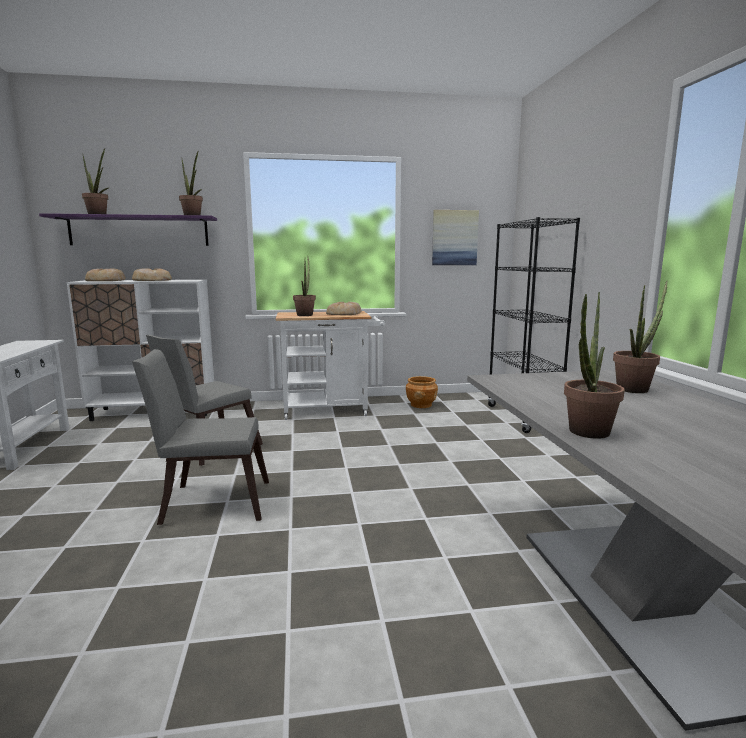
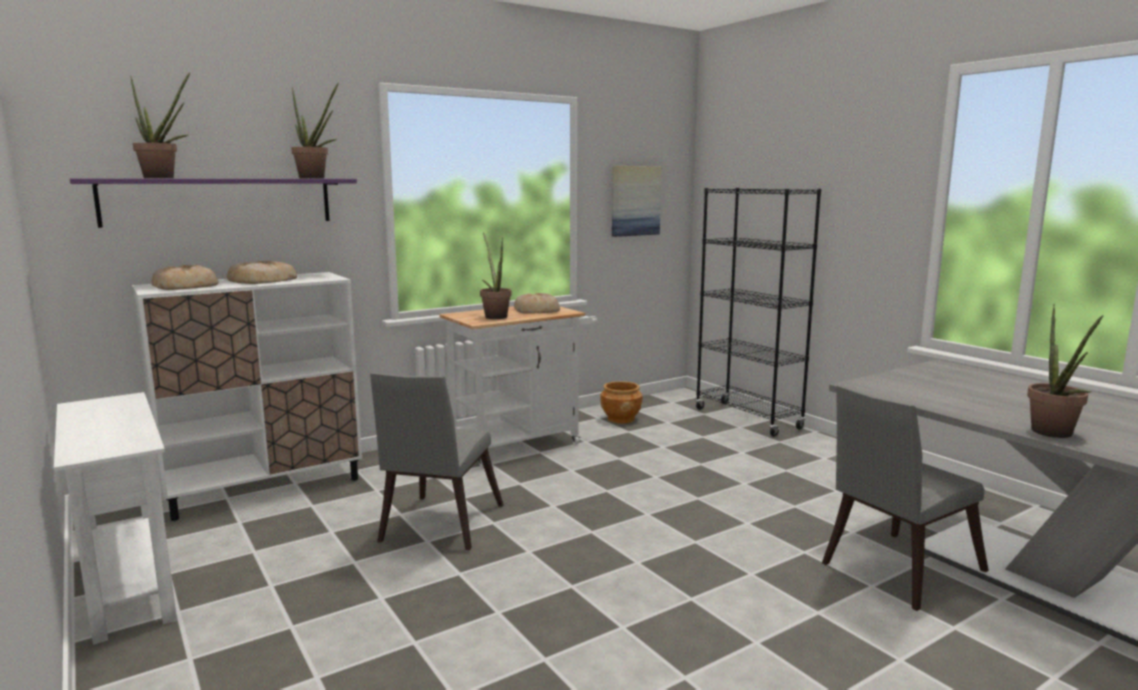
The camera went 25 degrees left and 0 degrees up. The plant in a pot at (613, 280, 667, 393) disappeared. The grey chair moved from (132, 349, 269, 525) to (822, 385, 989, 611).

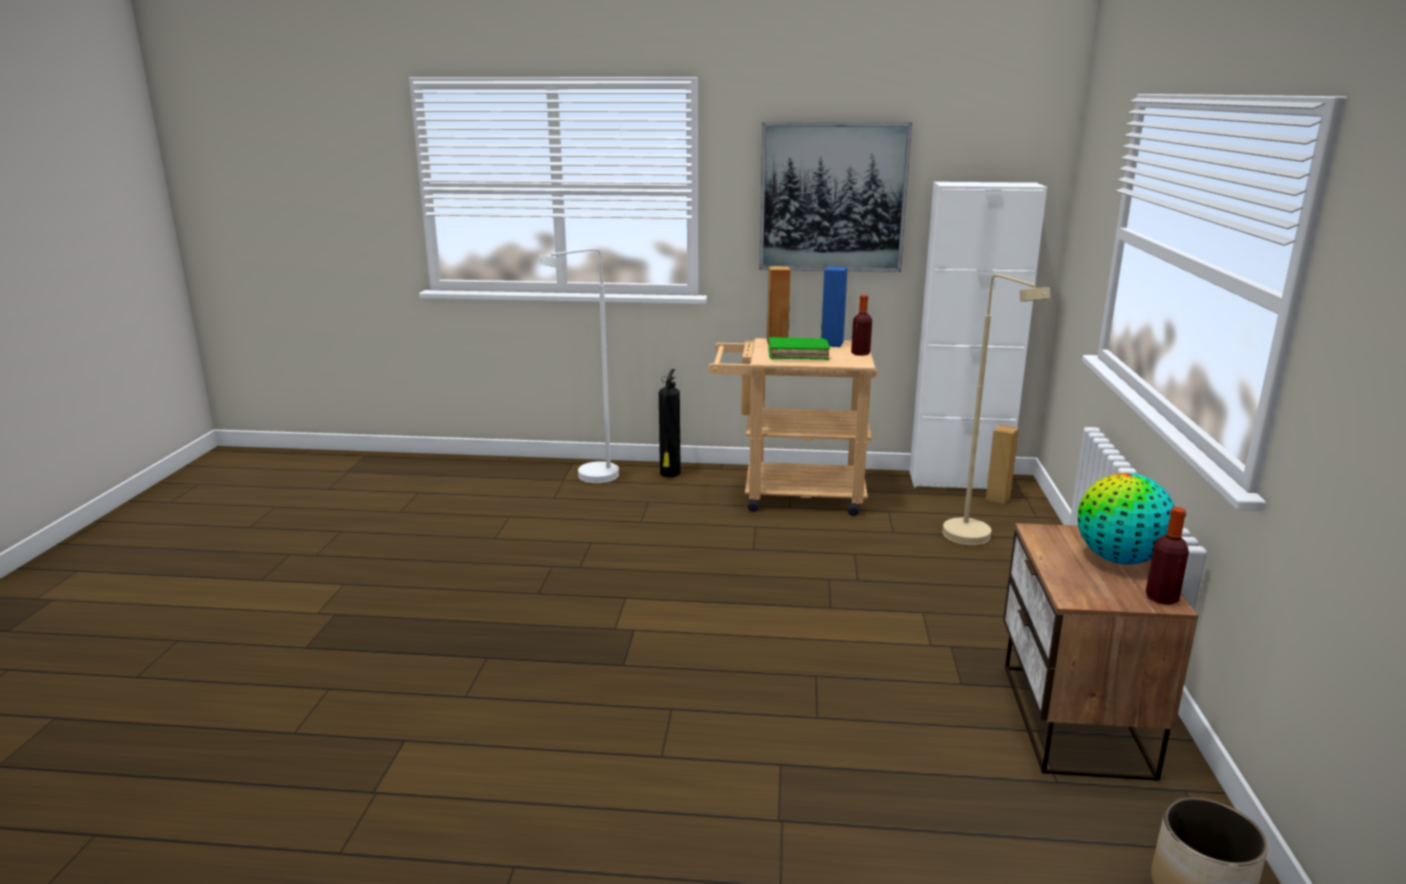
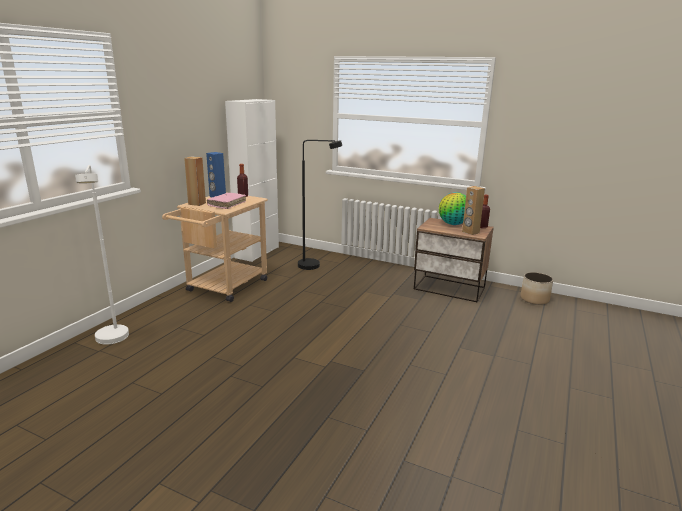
The camera went 70 degrees left and 0 degrees up. The fire extinguisher at (659, 369, 681, 477) disappeared. The wall picture at (759, 122, 912, 272) disappeared. The brown-coloured audio speaker moved from (986, 425, 1019, 504) to (462, 186, 485, 235). The greenish book at (768, 337, 830, 360) became the pinkish book at (207, 193, 246, 209). The sand-coloured standard lamp at (943, 274, 1050, 545) became the blackish standard lamp at (298, 140, 342, 270).

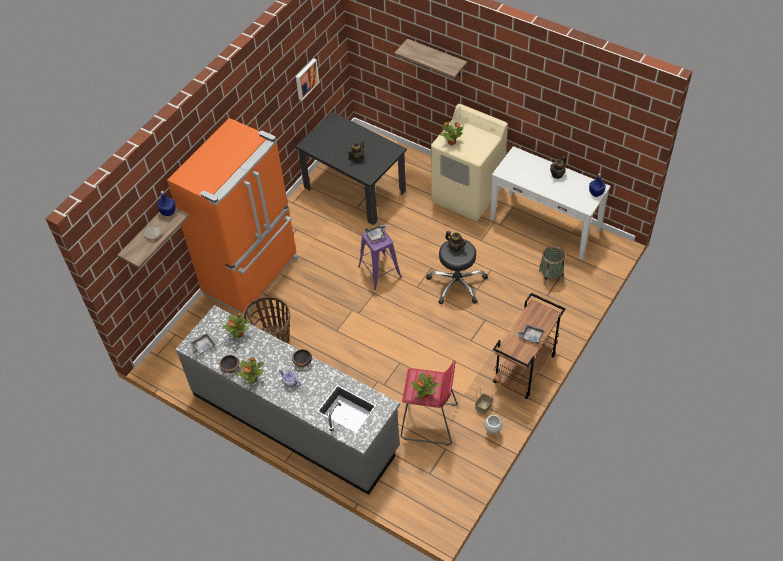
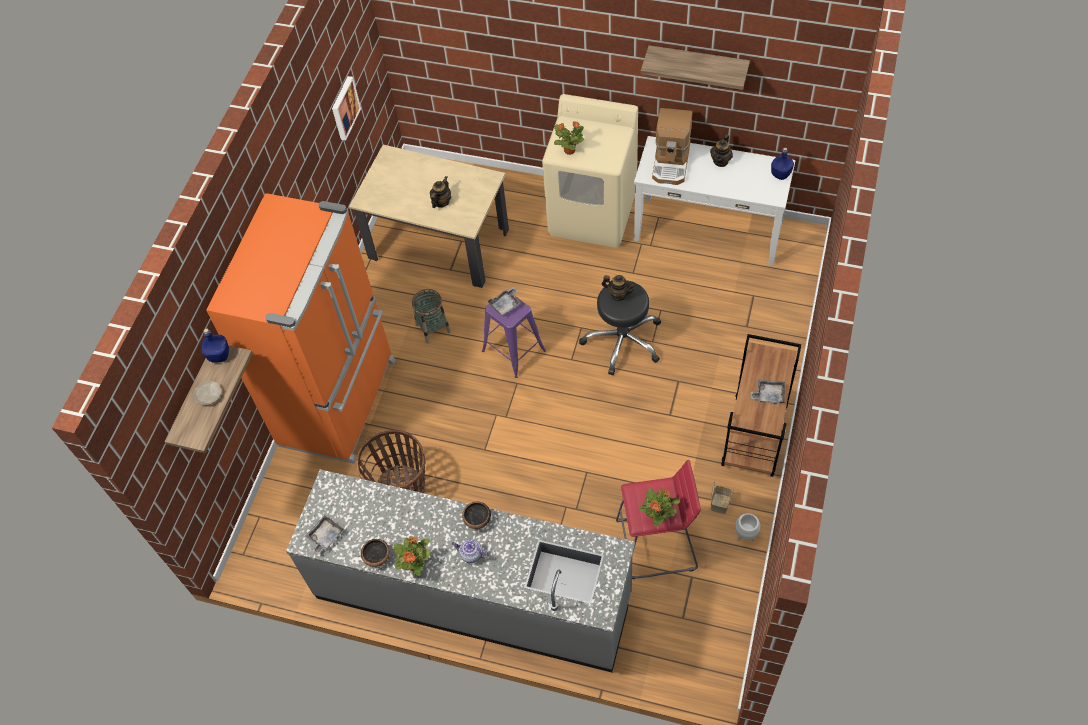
The camera went 15 degrees left and 5 degrees up. The plant in a pot at (222, 313, 250, 338) disappeared. The coffee brewer at (652, 108, 692, 185) appeared. The bracket shelf moved from (394, 39, 467, 79) to (641, 45, 750, 90). The household basket moved from (539, 246, 565, 285) to (412, 289, 451, 343). The blackish dining table at (295, 112, 407, 225) became the sand-coloured dining table at (349, 145, 509, 288).

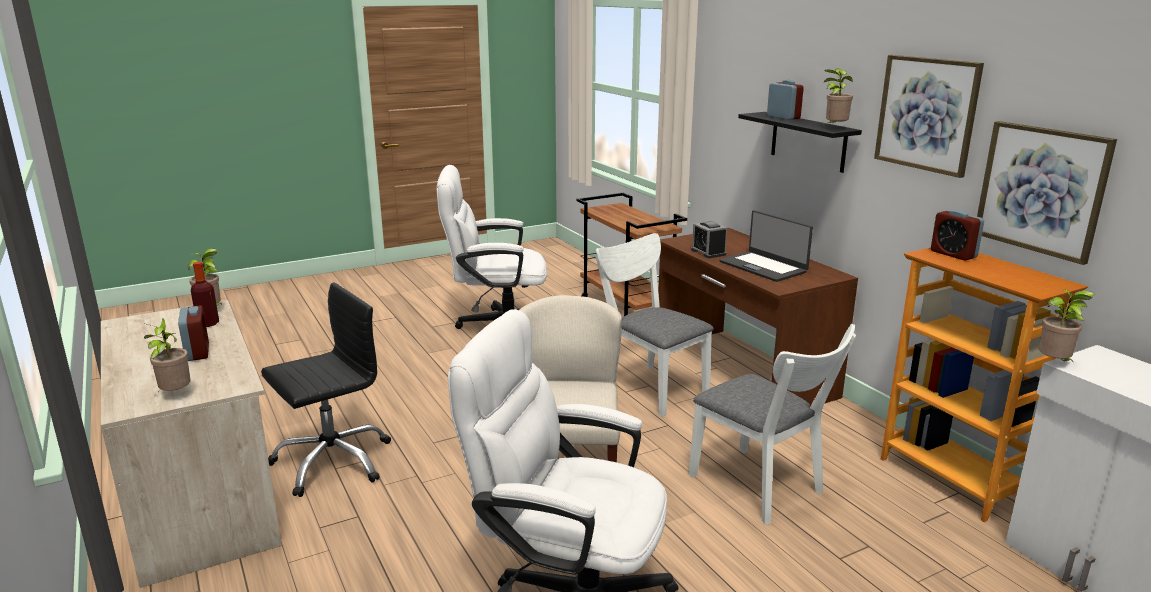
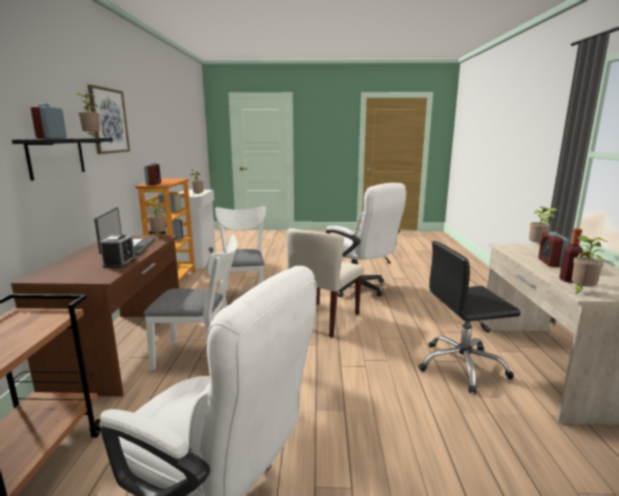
The camera went 150 degrees left and 5 degrees down. The wall picture at (977, 121, 1117, 265) disappeared. The plant in a pot at (148, 200, 165, 239) appeared. The white-coloured chair at (595, 233, 714, 417) turned 75 degrees counterclockwise.

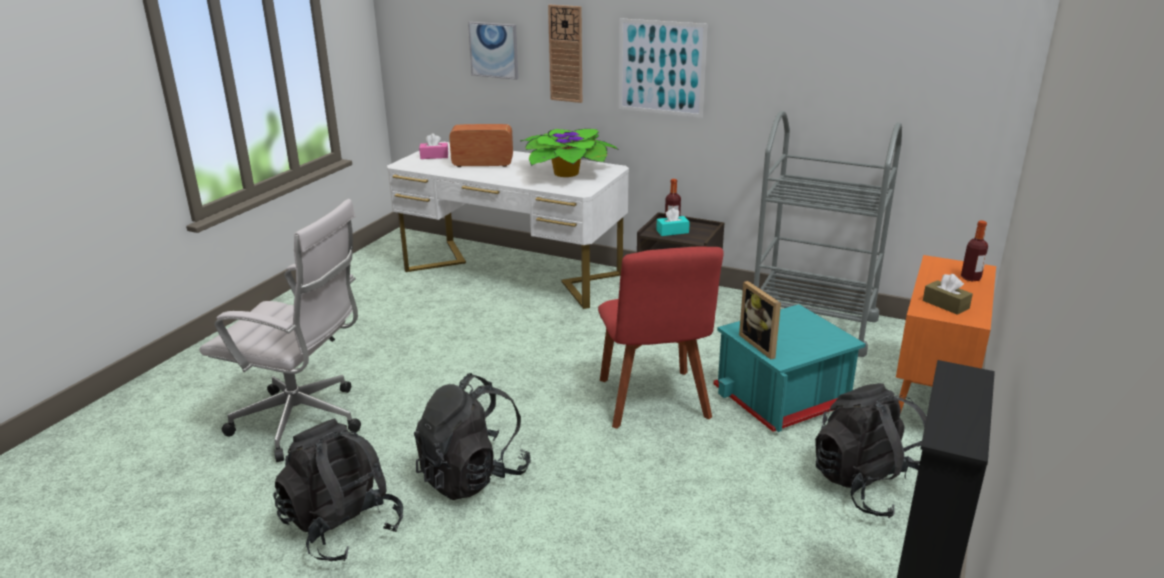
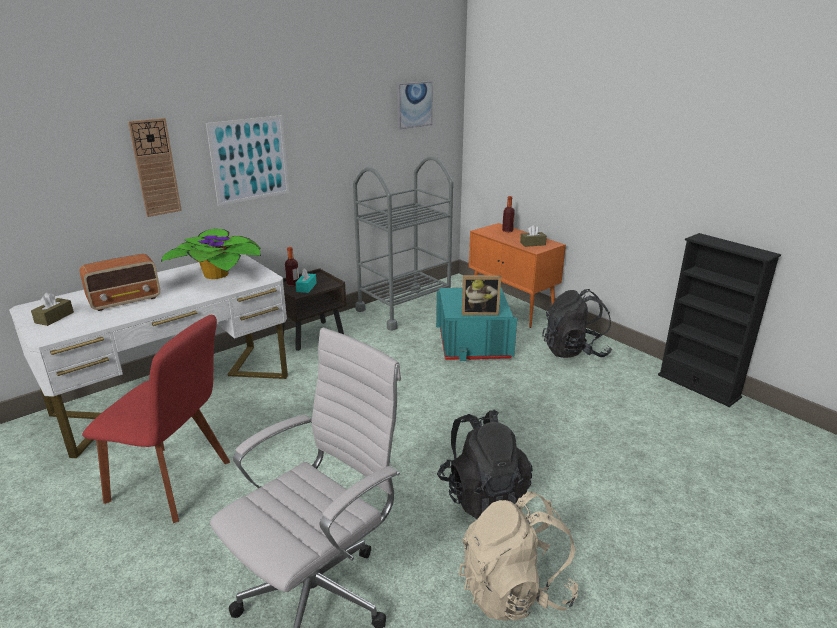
The camera went 65 degrees left and 0 degrees up. The wall picture moved from (468, 22, 518, 80) to (397, 81, 433, 129). The reddish chair moved from (598, 247, 724, 429) to (82, 315, 230, 523). The blackish knapsack at (273, 418, 403, 561) became the sand-coloured knapsack at (459, 491, 578, 621). The pinkish tissue box at (419, 133, 448, 159) became the brown-coloured tissue box at (31, 292, 74, 326). The radio receiver at (449, 124, 513, 167) turned 150 degrees counterclockwise.

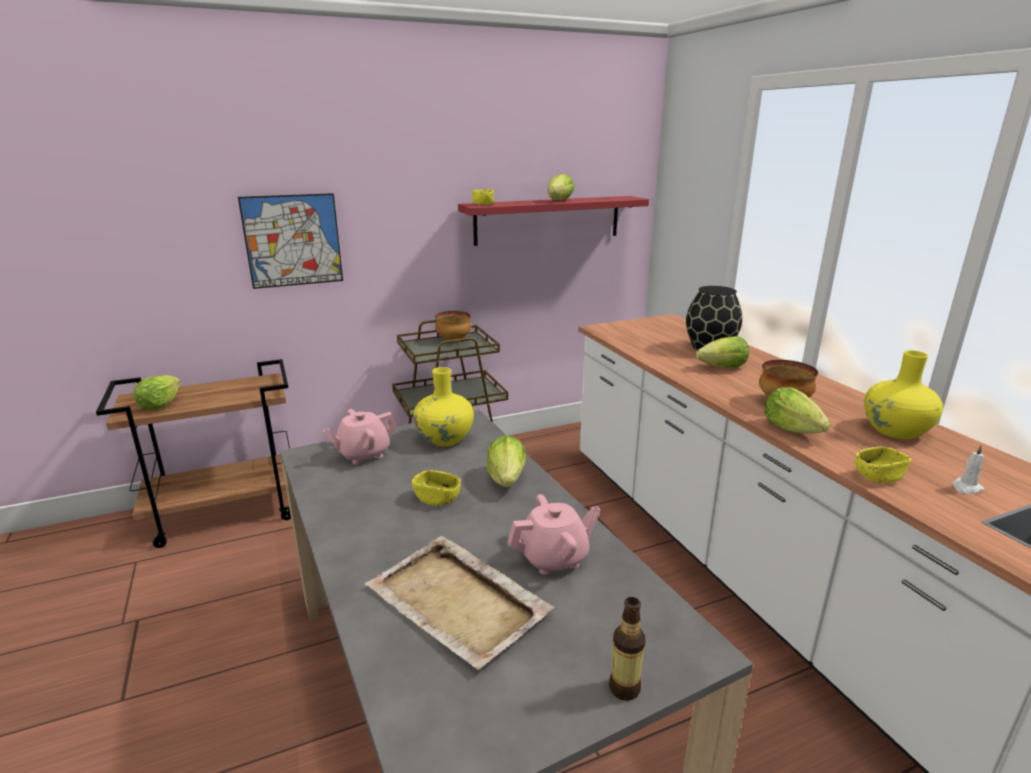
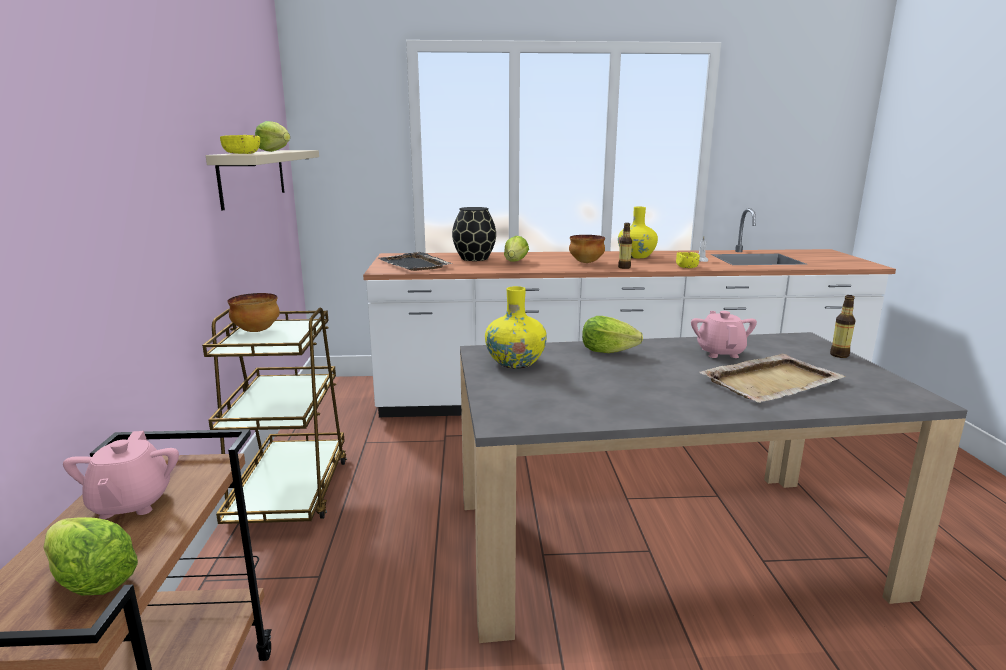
The camera went 70 degrees left and 5 degrees down. The wall picture at (238, 193, 343, 289) disappeared. The yellow-coloured bowl at (412, 470, 461, 506) disappeared. The blackish carrying tray at (379, 252, 453, 271) appeared. The pinkish teapot moved from (323, 409, 397, 464) to (63, 431, 179, 519). The head of lettuce at (764, 387, 830, 433) was replaced by the drink bottle at (618, 223, 632, 269). The reddish bracket shelf at (458, 196, 649, 246) became the sand-coloured bracket shelf at (206, 150, 319, 211).

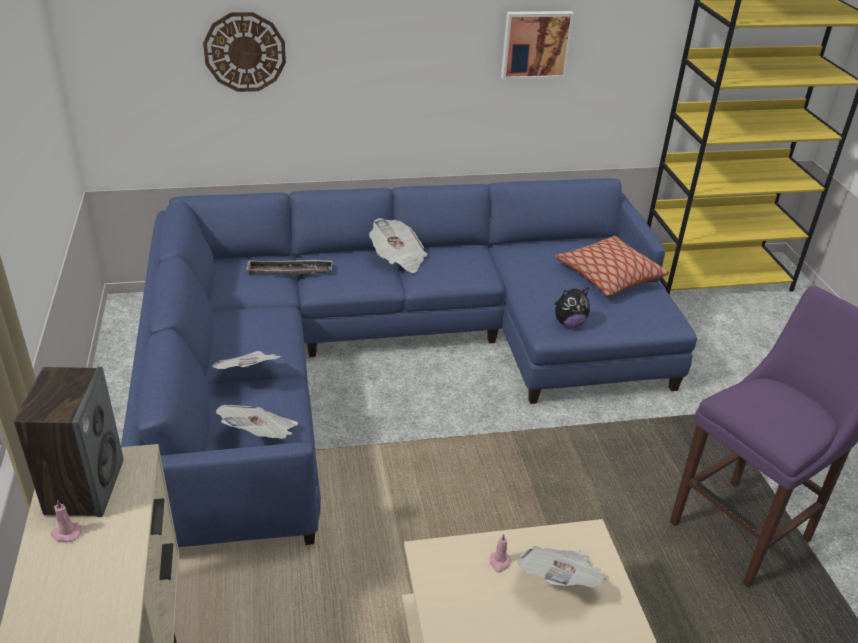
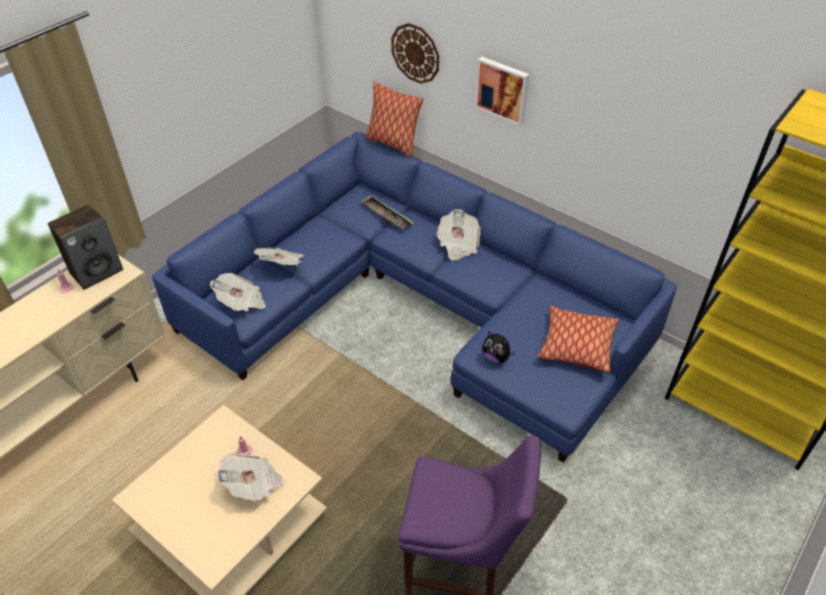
The camera went 50 degrees right and 10 degrees up. The throw pillow at (365, 81, 423, 158) appeared. The wall picture moved from (501, 11, 574, 80) to (475, 57, 530, 126).

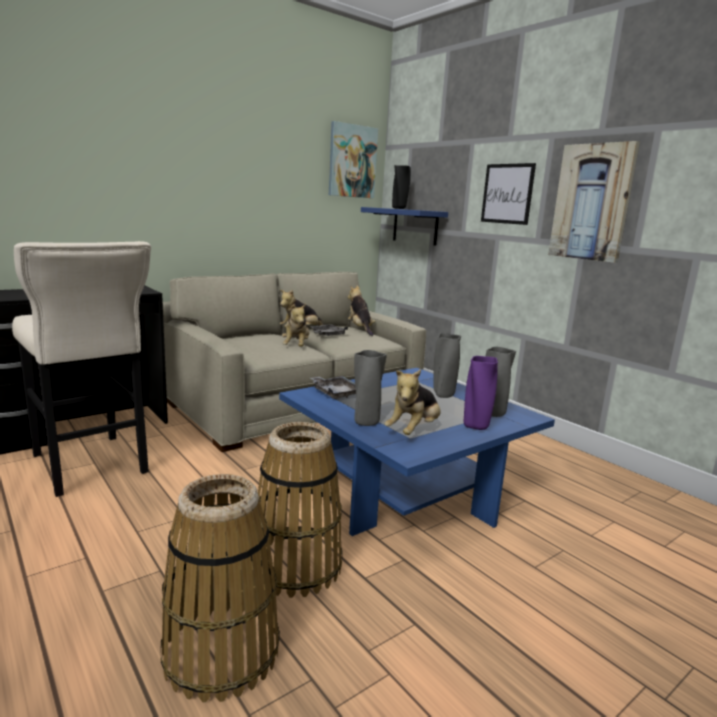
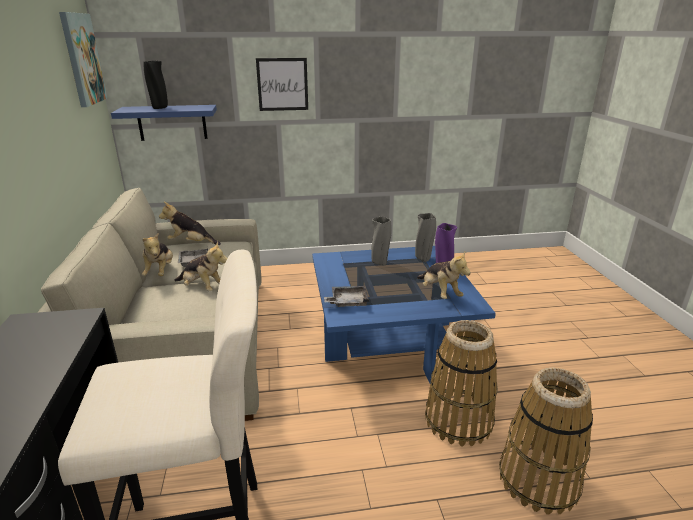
The camera went 60 degrees left and 10 degrees up. The grey vase at (354, 350, 387, 426) disappeared. The wall picture at (548, 141, 640, 263) disappeared.

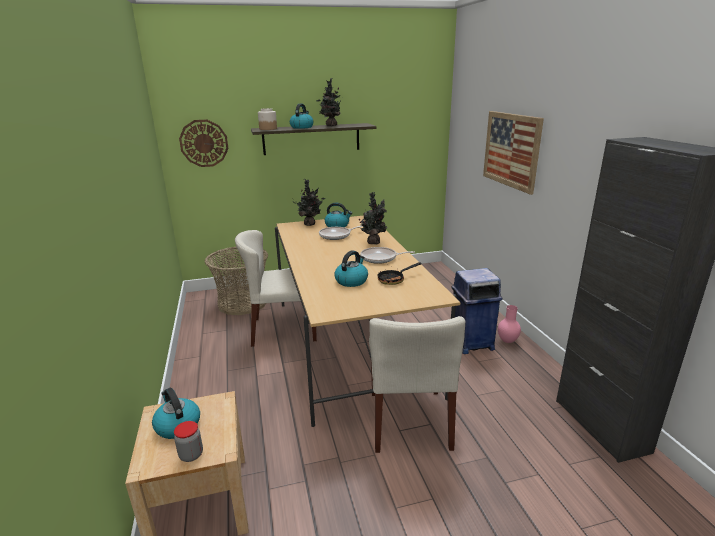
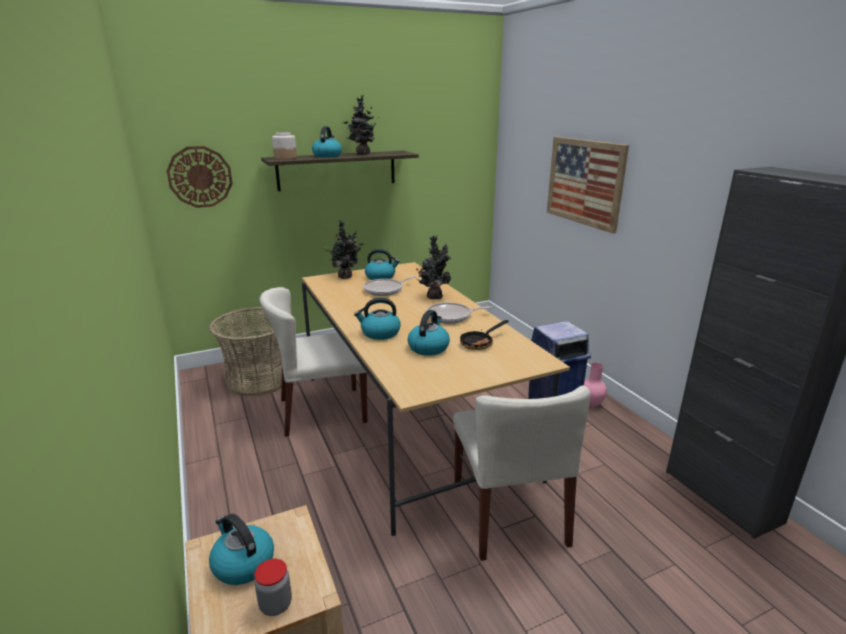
The camera went 10 degrees left and 0 degrees up. The water kettle at (354, 298, 401, 340) appeared.

